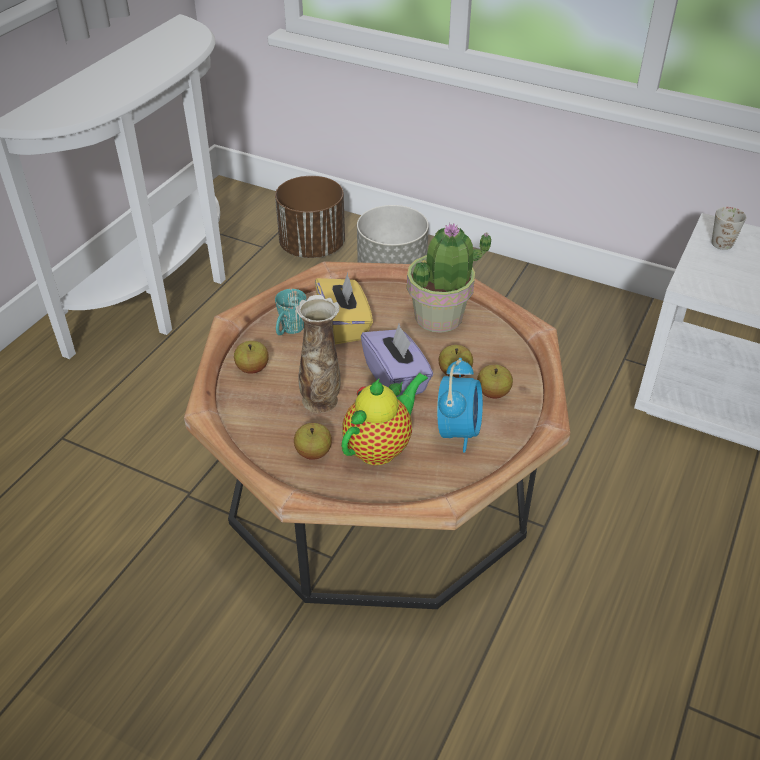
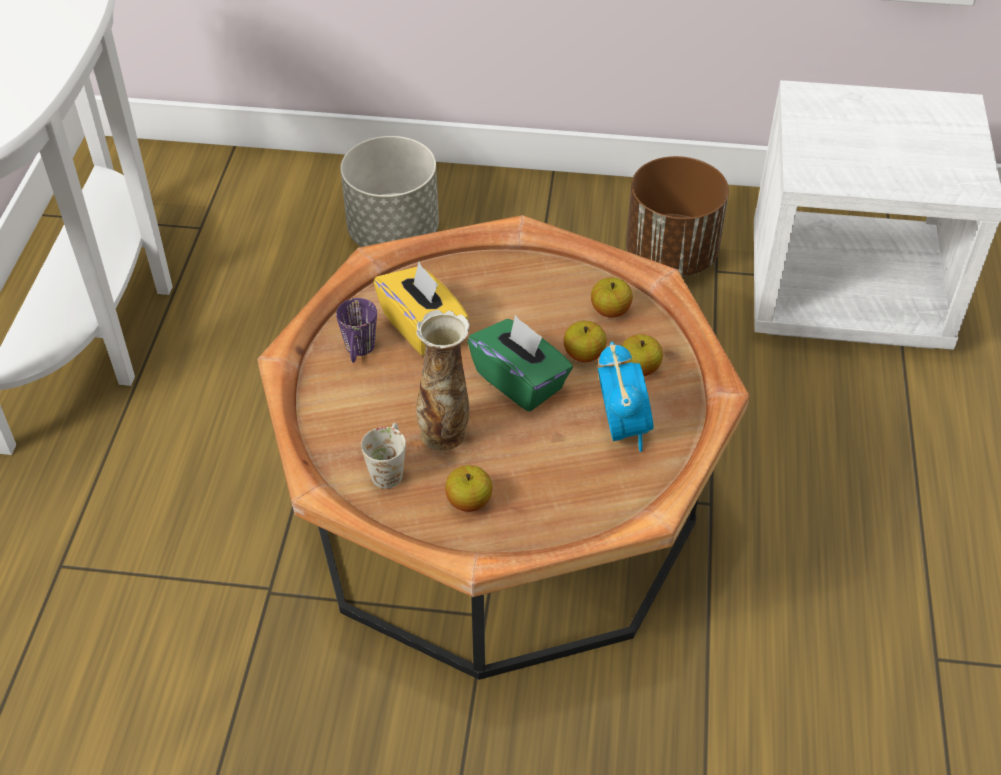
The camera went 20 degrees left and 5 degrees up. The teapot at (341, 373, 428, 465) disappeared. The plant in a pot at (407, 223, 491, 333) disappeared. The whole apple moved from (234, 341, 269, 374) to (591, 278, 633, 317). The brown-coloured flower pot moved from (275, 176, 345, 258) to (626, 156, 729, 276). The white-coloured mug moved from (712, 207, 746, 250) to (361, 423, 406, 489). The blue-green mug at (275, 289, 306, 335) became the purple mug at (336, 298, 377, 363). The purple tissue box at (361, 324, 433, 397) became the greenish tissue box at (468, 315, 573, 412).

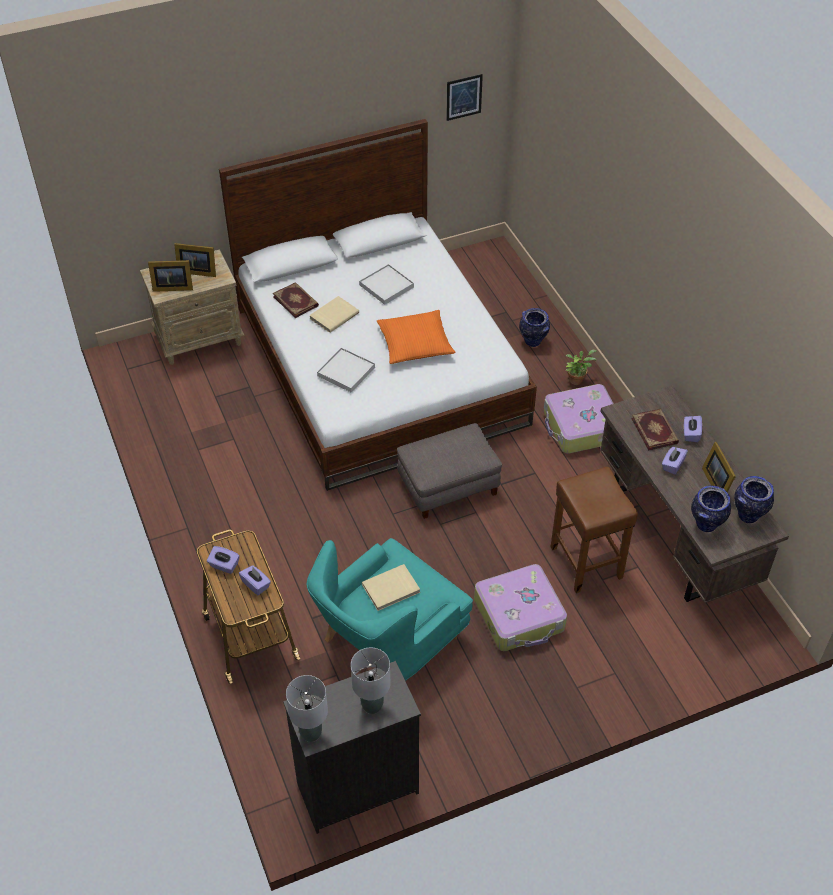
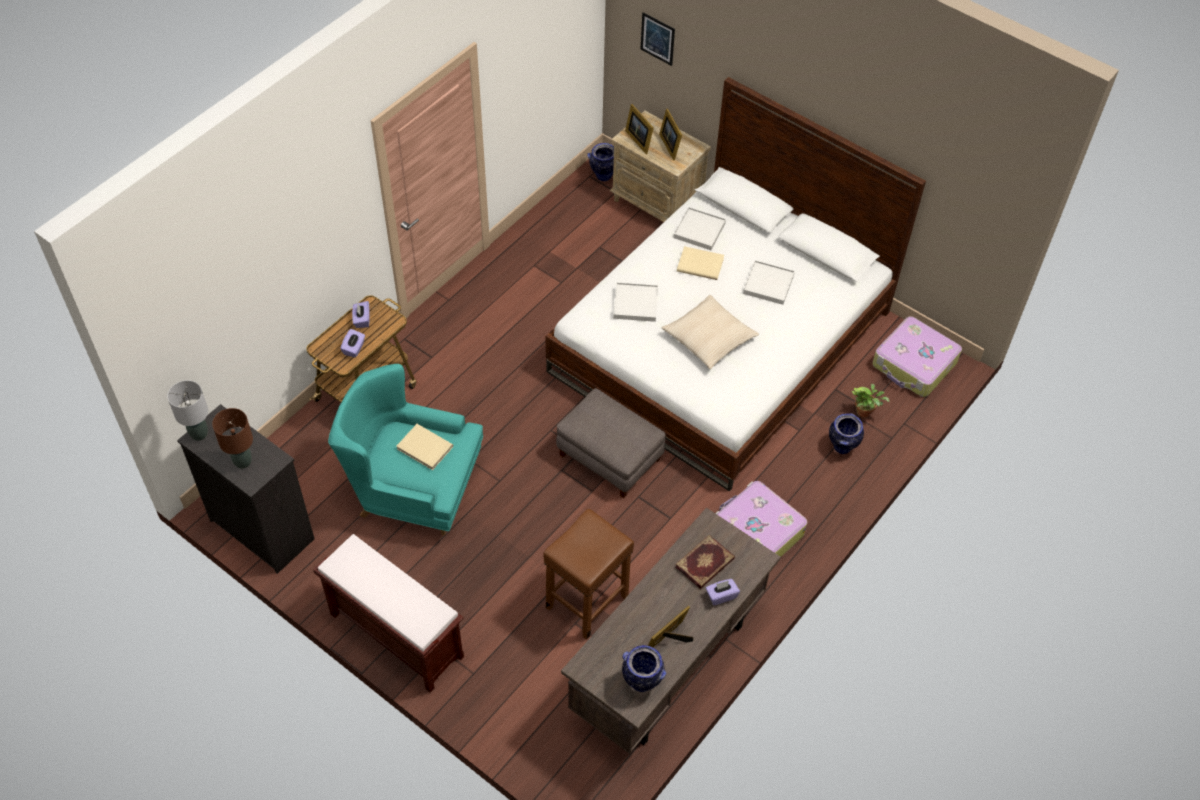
The camera went 60 degrees right and 5 degrees up. The purple tissue box at (662, 447, 688, 475) disappeared. The brown-coloured bench at (313, 534, 464, 692) appeared. The wall picture moved from (446, 74, 483, 121) to (641, 12, 675, 66). The travel case moved from (474, 564, 567, 651) to (872, 316, 962, 397). The plant in a pot moved from (565, 350, 596, 385) to (852, 384, 890, 418). The vase moved from (691, 486, 731, 532) to (587, 143, 614, 181). The book at (273, 282, 319, 318) was replaced by the white-coloured carrying tray at (673, 207, 726, 250). The grey tabletop lamp at (351, 648, 390, 714) became the brown-coloured tabletop lamp at (212, 408, 253, 469). The orange-coloured throw pillow at (377, 310, 456, 364) became the sand-coloured throw pillow at (662, 295, 759, 370).

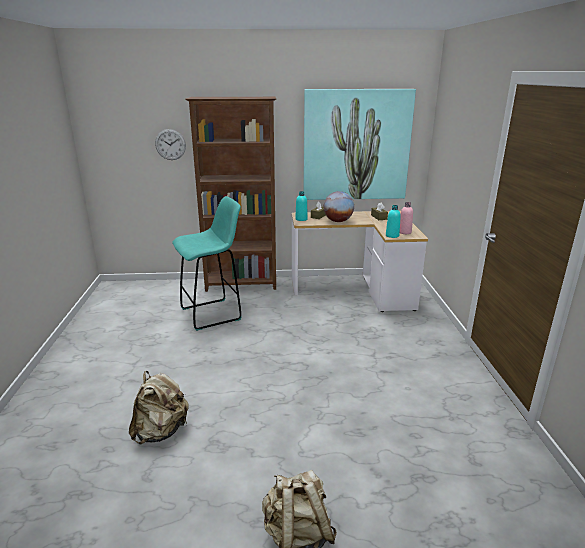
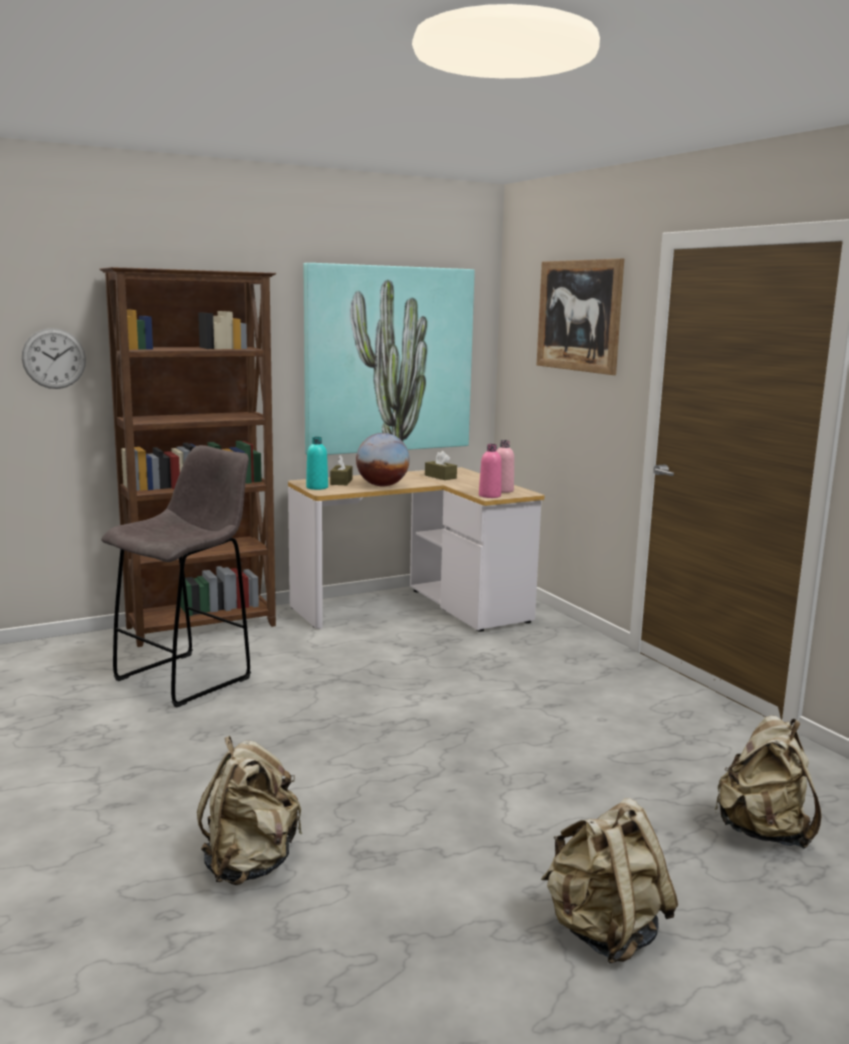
The camera went 25 degrees left and 10 degrees down. The wall picture at (537, 258, 624, 375) appeared. The sand-coloured knapsack at (714, 715, 822, 849) appeared. The blue-green stool seat at (172, 196, 241, 331) became the grey stool seat at (101, 445, 251, 707). The blue-green drink bottle at (386, 205, 401, 238) became the pinkish drink bottle at (479, 444, 502, 498).

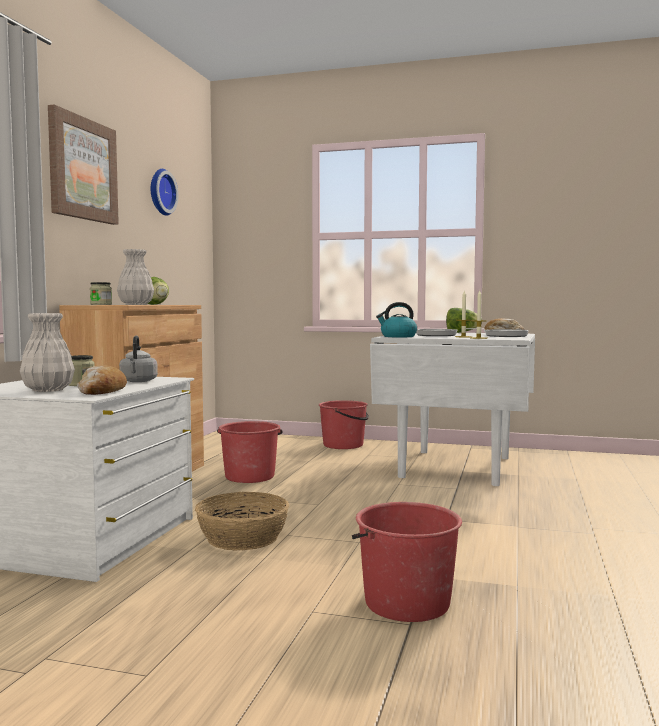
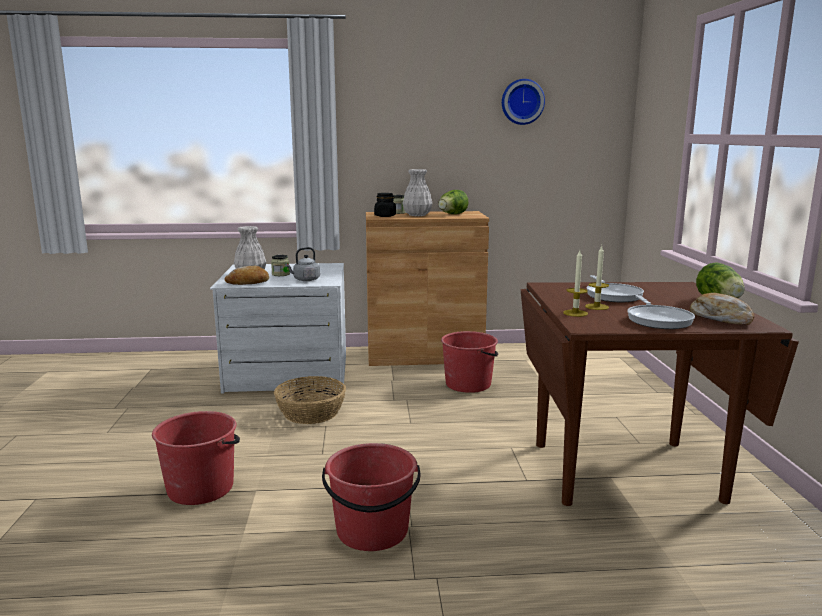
The camera went 70 degrees right and 10 degrees up. The wall picture at (48, 105, 119, 225) disappeared. The water kettle at (376, 302, 417, 337) disappeared. The blackish preserve jar at (374, 193, 396, 217) appeared. The reddish water bucket moved from (319, 400, 369, 449) to (322, 443, 421, 551). The white-coloured dining table at (370, 333, 535, 486) became the brown-coloured dining table at (521, 282, 799, 506).

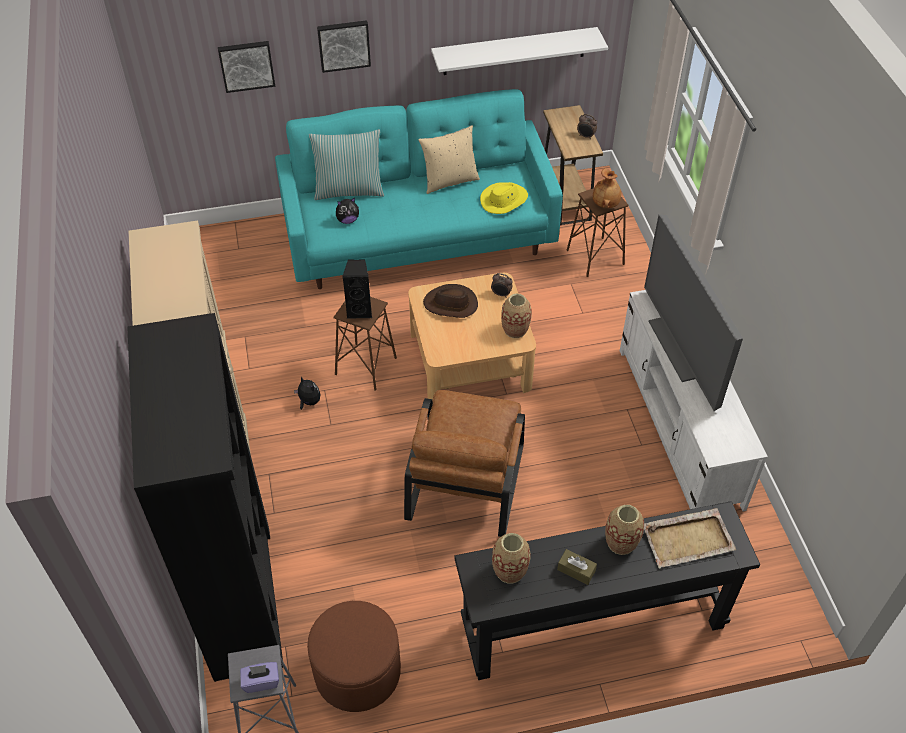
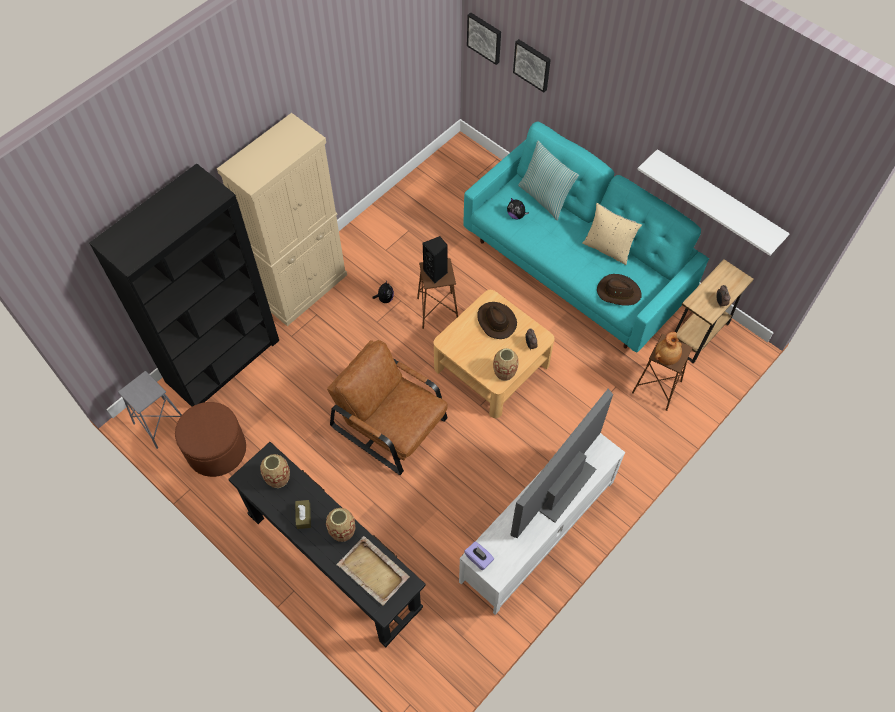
The camera went 55 degrees right and 10 degrees up. The purple tissue box moved from (240, 662, 279, 693) to (464, 541, 494, 570). The wall picture moved from (317, 20, 371, 73) to (467, 13, 501, 65). The yellow-coloured clothing hat at (480, 182, 528, 214) became the brown-coloured clothing hat at (597, 274, 642, 306). The brown-coloured armchair at (404, 390, 525, 537) turned 60 degrees clockwise.

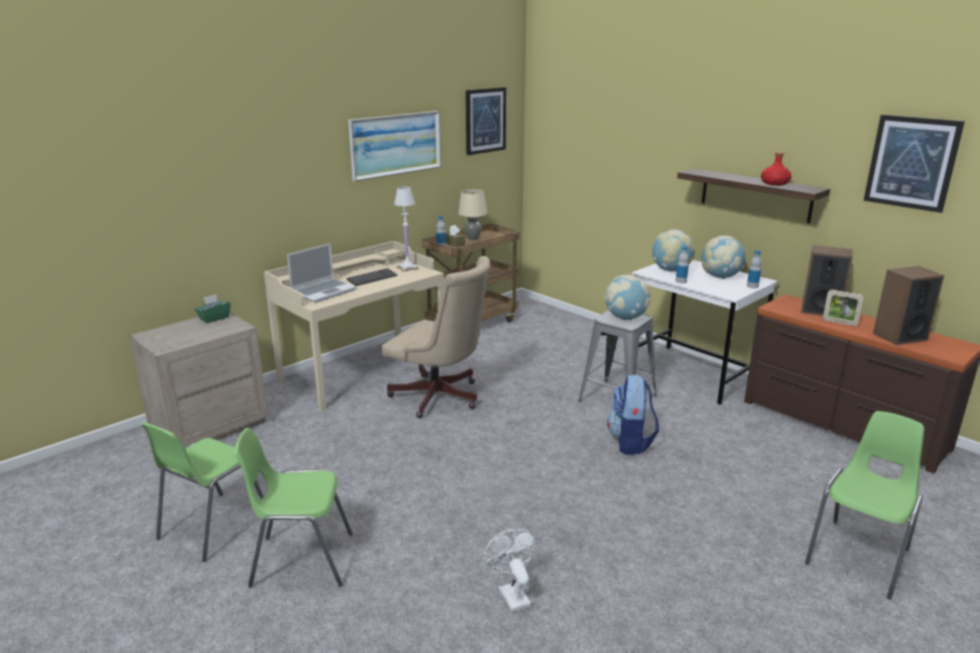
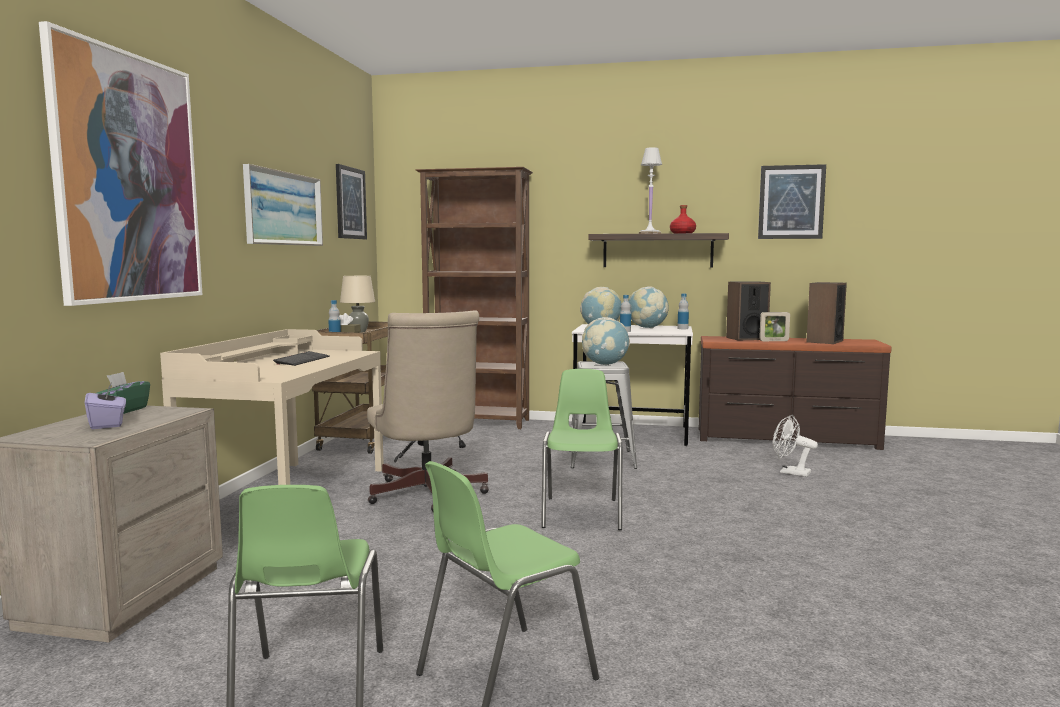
The camera went 35 degrees left and 15 degrees down. The portable computer at (287, 243, 357, 303) disappeared. The knapsack at (607, 375, 659, 455) disappeared. The wall picture at (39, 21, 203, 306) appeared. The purple tissue box at (84, 382, 126, 429) appeared. The brown-coloured bookshelf at (416, 167, 533, 429) appeared. The white-coloured tabletop lamp moved from (394, 187, 419, 272) to (639, 147, 662, 234). The white-coloured fan moved from (481, 529, 537, 612) to (773, 415, 818, 477). The greenish chair moved from (805, 411, 924, 600) to (541, 369, 622, 530). The sand-coloured desk chair at (382, 256, 490, 418) turned 75 degrees clockwise.

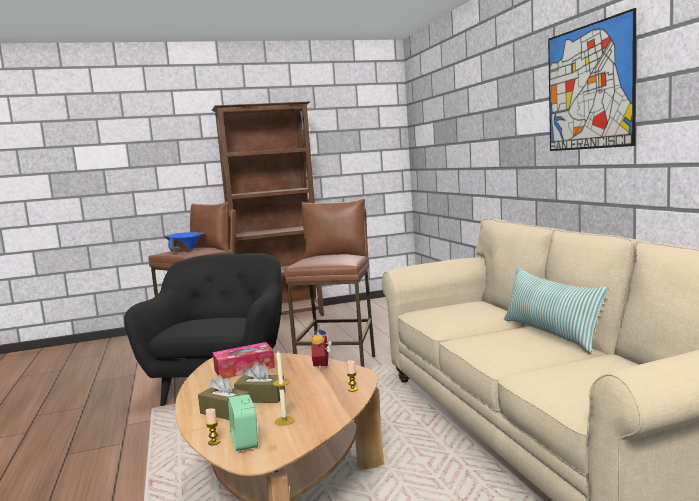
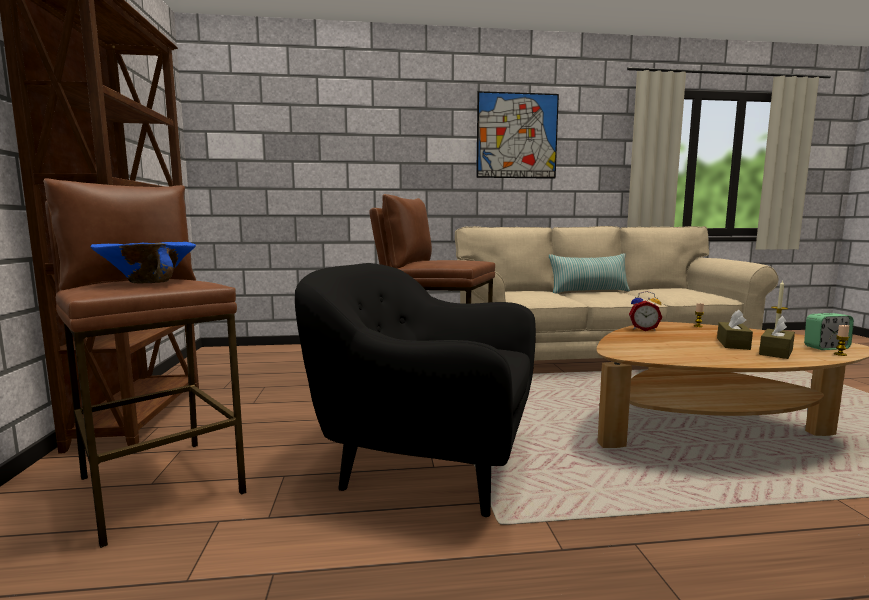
The camera went 80 degrees left and 0 degrees up. The tissue box at (213, 342, 275, 379) disappeared.

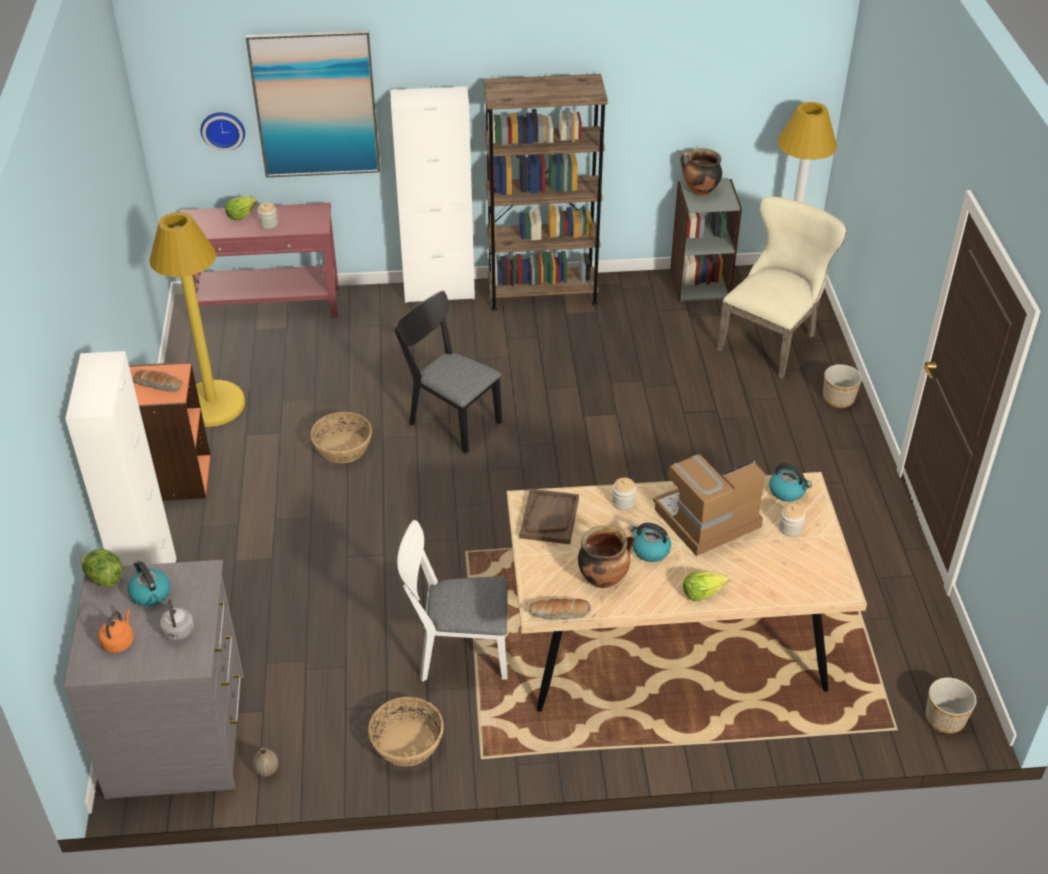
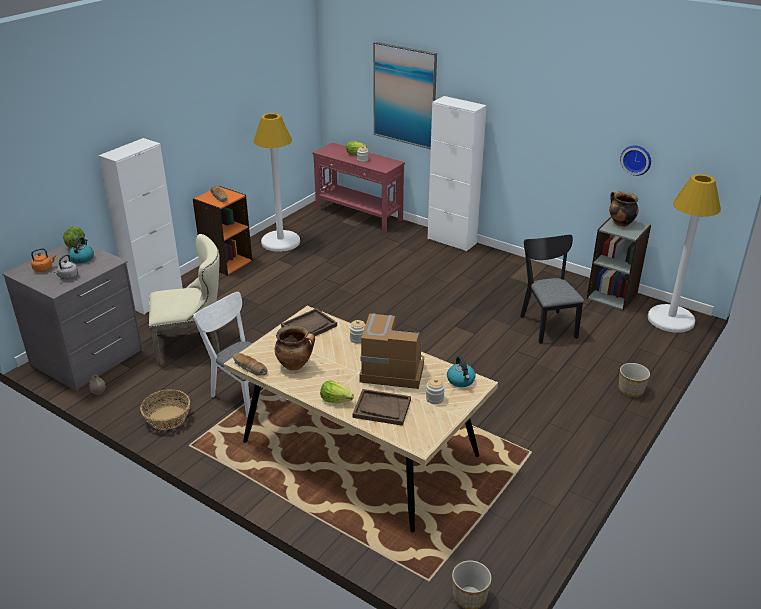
The camera went 40 degrees right and 10 degrees down. The household basket at (310, 412, 372, 463) disappeared. The brown-coloured bookshelf at (483, 74, 608, 311) disappeared. The water kettle at (628, 523, 671, 562) disappeared. The brown-coloured carrying tray at (352, 389, 411, 426) appeared. The hanging clock moved from (201, 112, 245, 151) to (620, 145, 651, 176). The blackish chair moved from (394, 291, 502, 453) to (520, 235, 584, 344). The sand-coloured chair moved from (717, 197, 847, 379) to (149, 234, 220, 366). The yellow-coloured standard lamp at (149, 212, 245, 427) became the white-coloured standard lamp at (253, 113, 300, 252).

